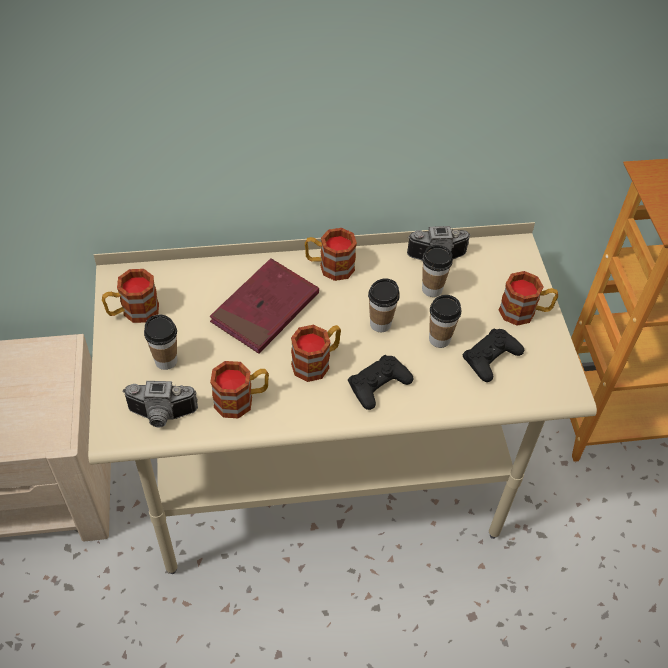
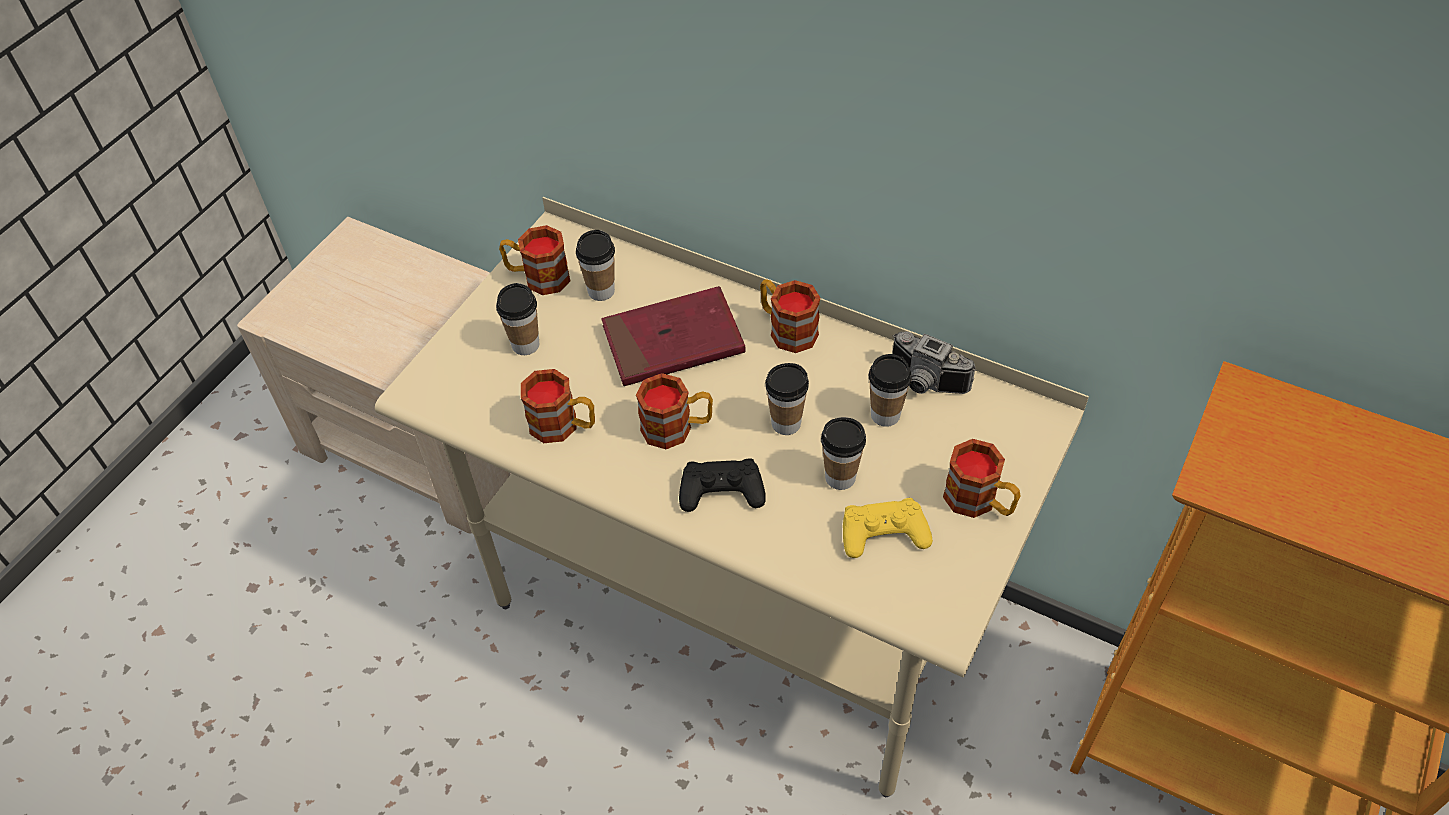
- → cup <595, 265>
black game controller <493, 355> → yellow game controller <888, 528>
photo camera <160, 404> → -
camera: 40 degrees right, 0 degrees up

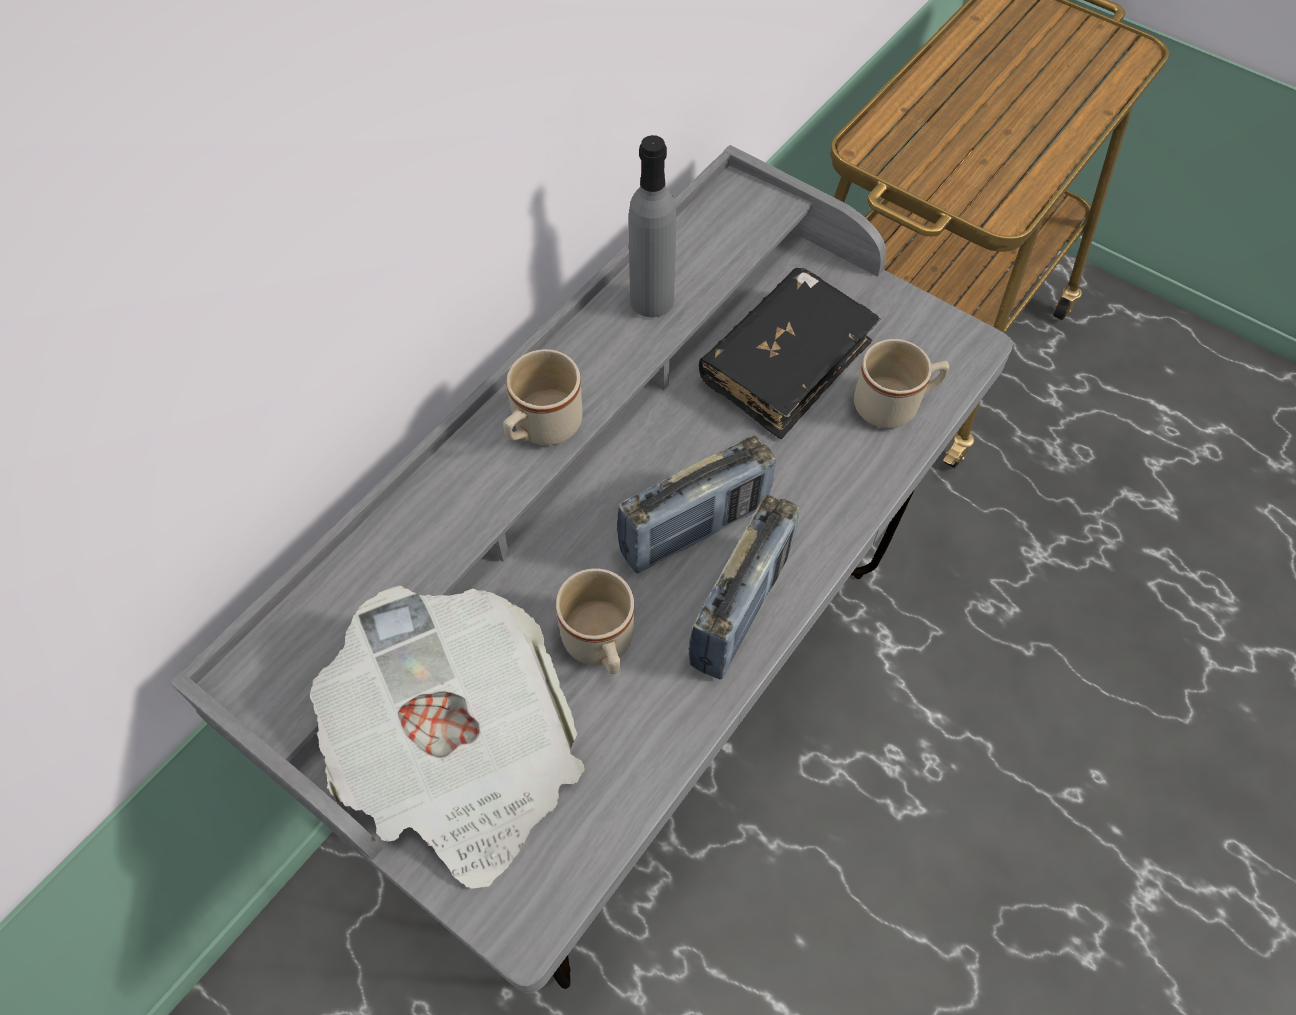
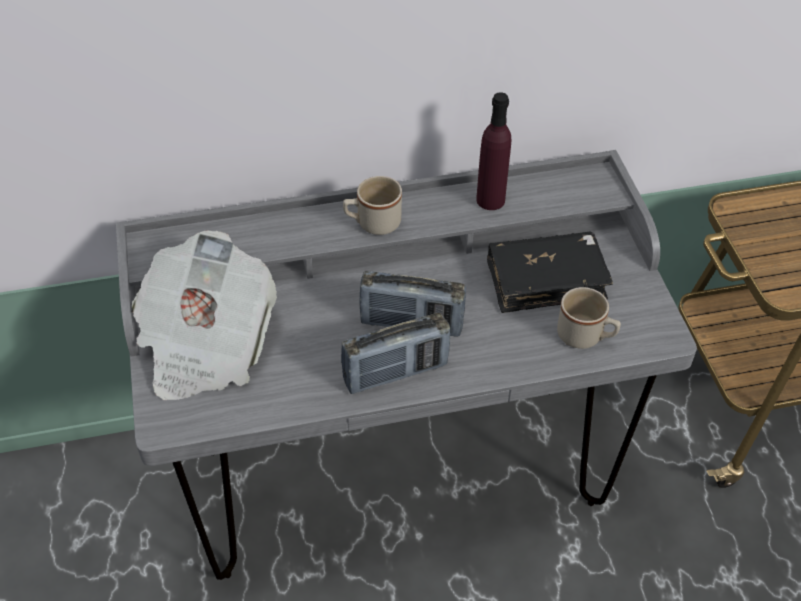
grey bottle <652, 226> → purple bottle <494, 151>
beige mug <594, 621> → -
camera: 40 degrees right, 10 degrees down

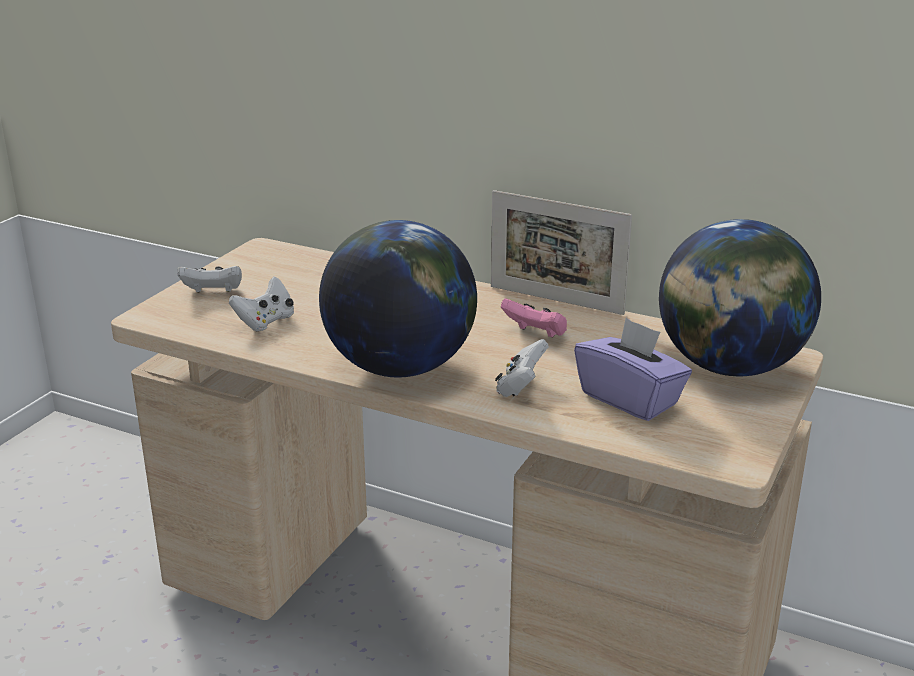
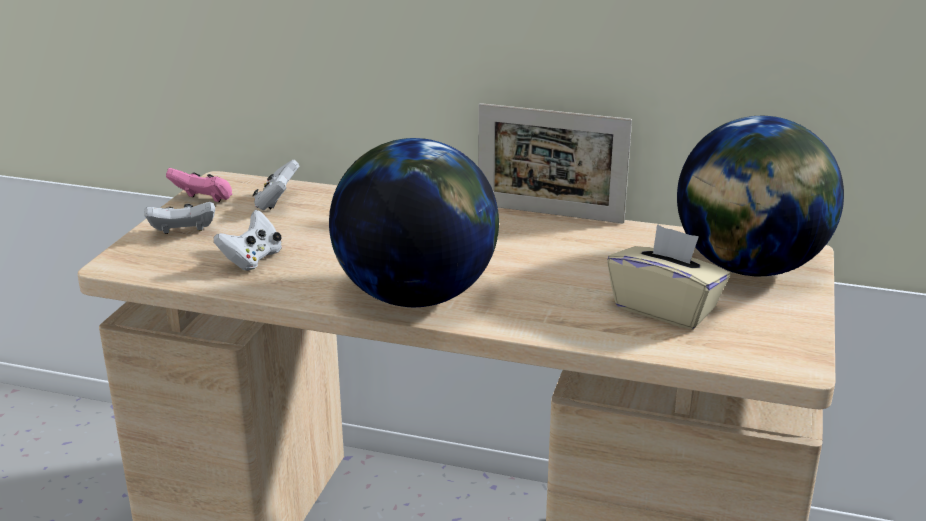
pink game controller <534, 318> → pink game controller <199, 185>, relocated
white game controller <522, 368> → white game controller <276, 185>, relocated
purple tissue box <633, 369> → beige tissue box <668, 277>
camera: 10 degrees left, 0 degrees up

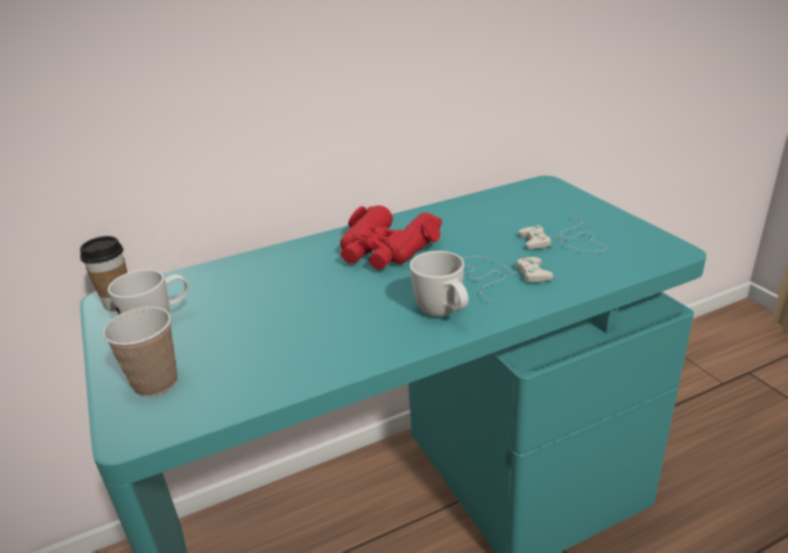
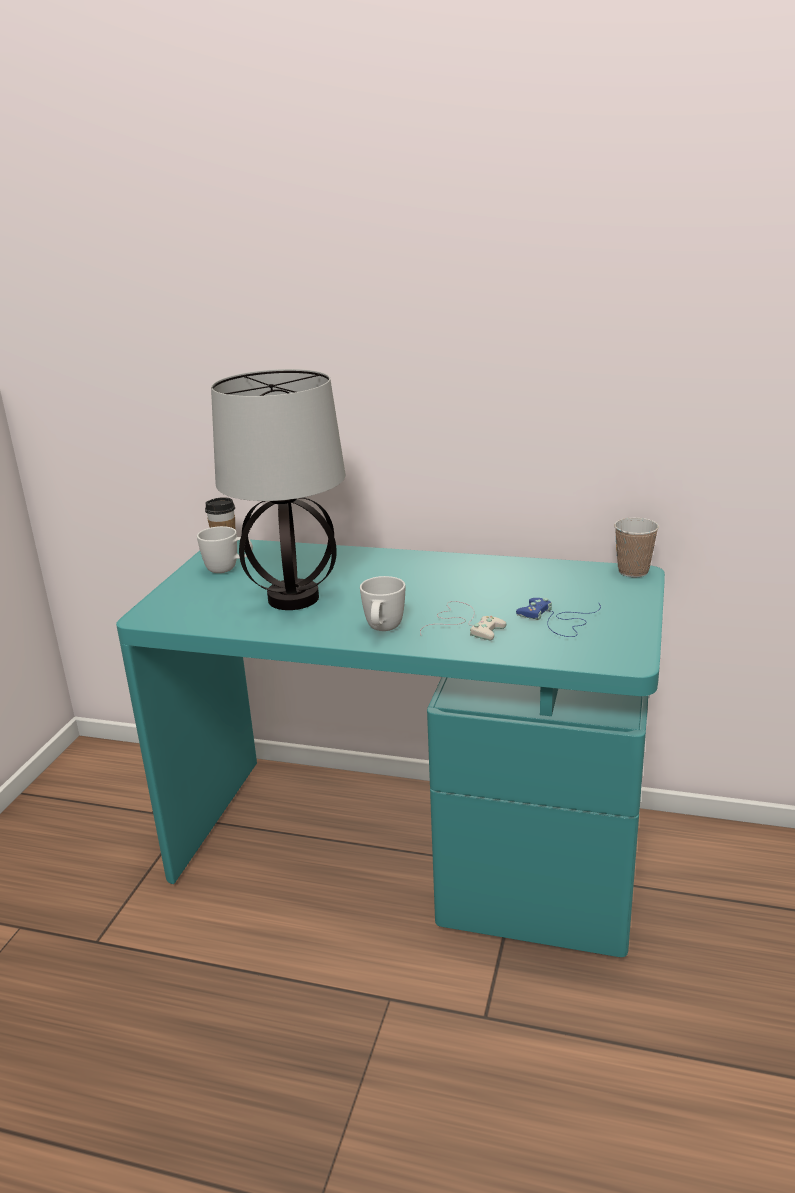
- → table lamp <278, 489>
white game controller <563, 233> → blue game controller <558, 617>
cup <139, 352> → cup <636, 547>, relocated
red binoculars <391, 237> → -
camera: 40 degrees right, 5 degrees down

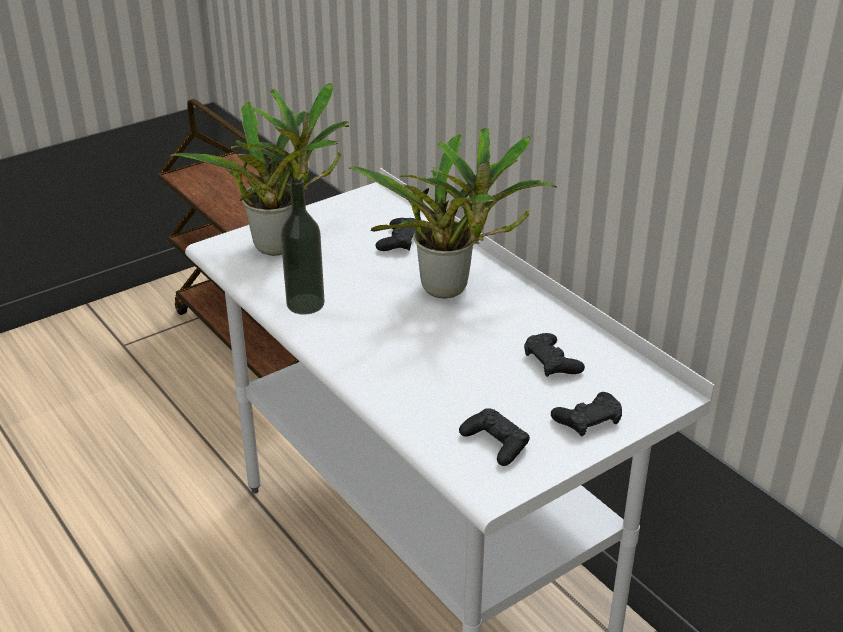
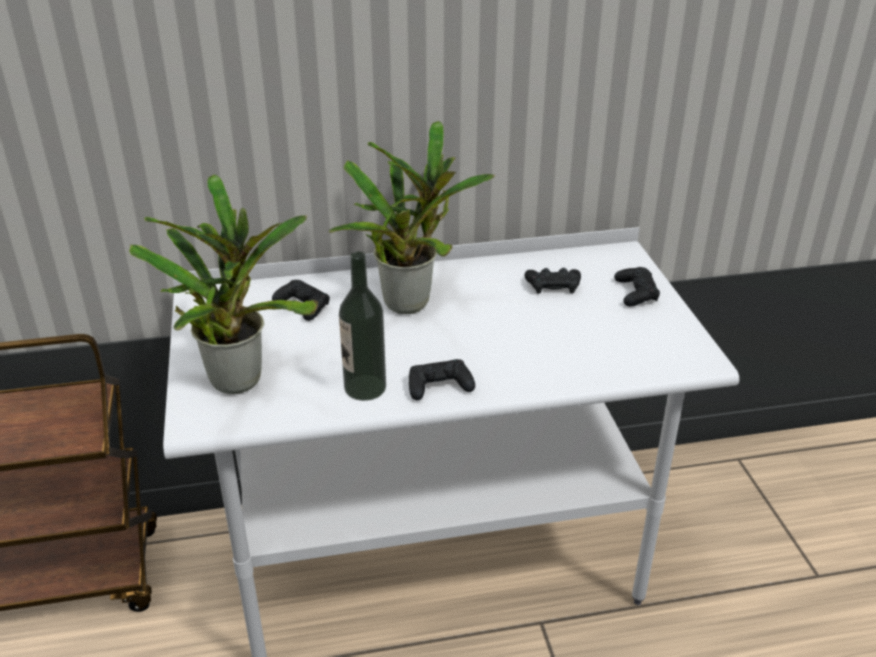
black game controller <494, 437> → black game controller <442, 379>, relocated
camera: 65 degrees left, 0 degrees up

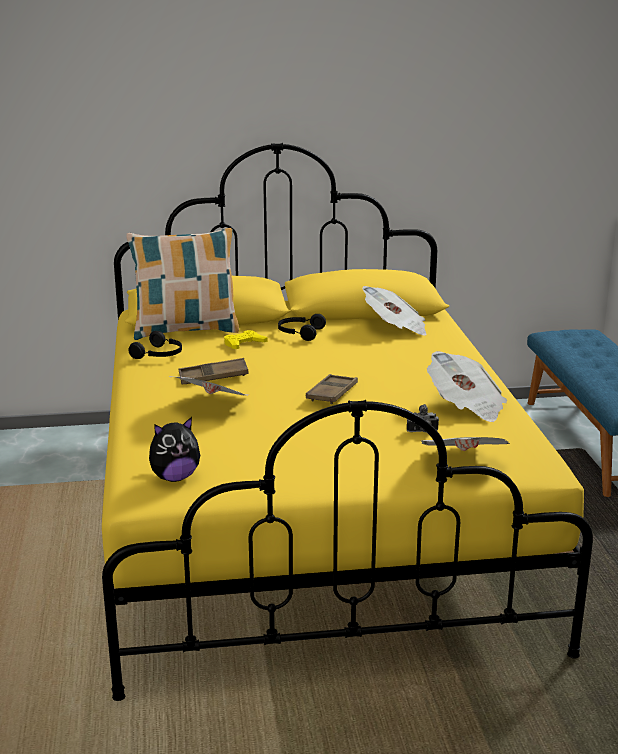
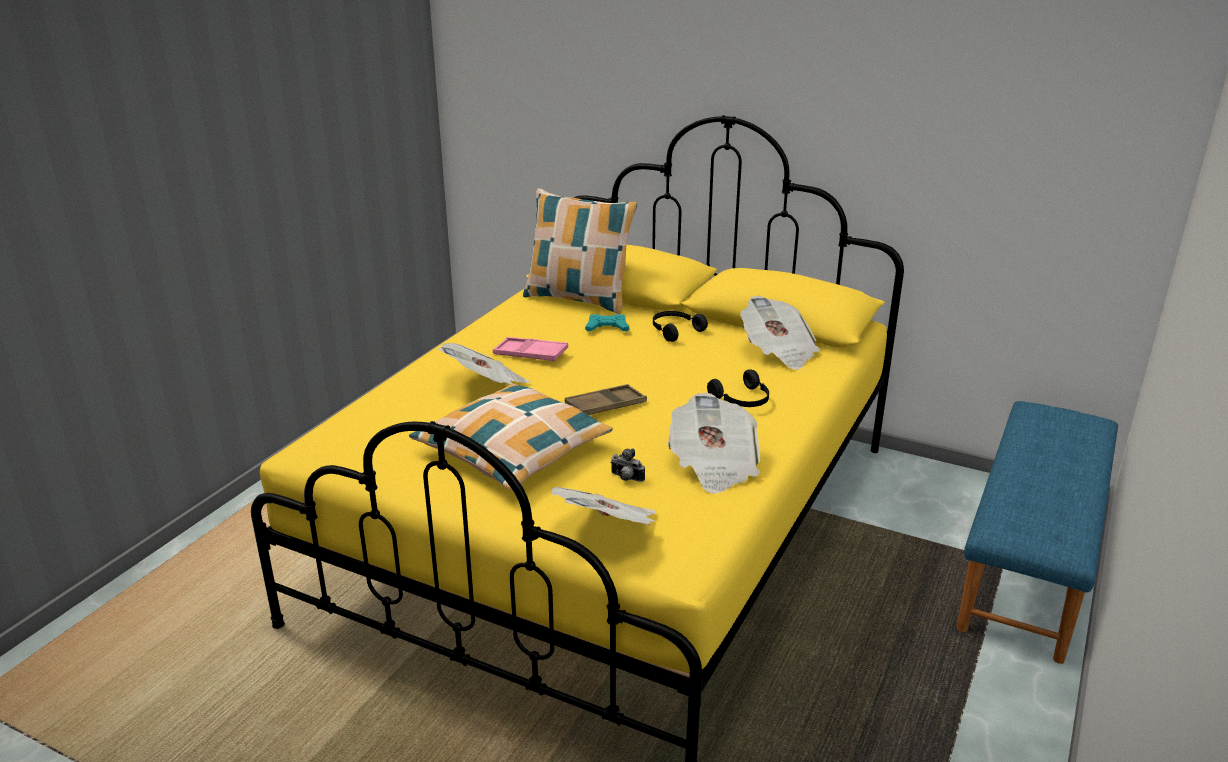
- → pillow <511, 436>
brown tray <214, 371> → pink tray <530, 349>
yellow game controller <246, 339> → turquoise game controller <607, 322>
black headphones <155, 345> → black headphones <738, 388>, relocated
plush toy <174, 449> → -
camera: 35 degrees right, 5 degrees up

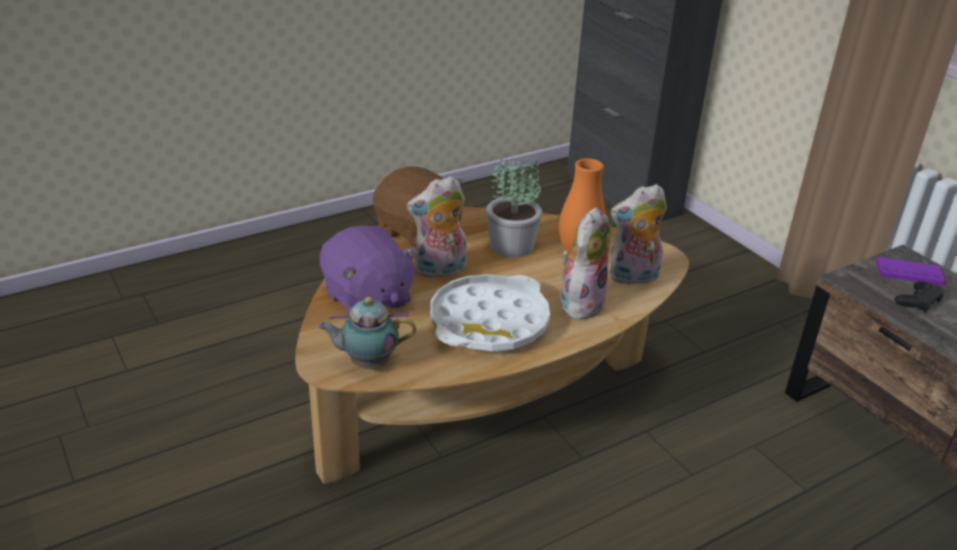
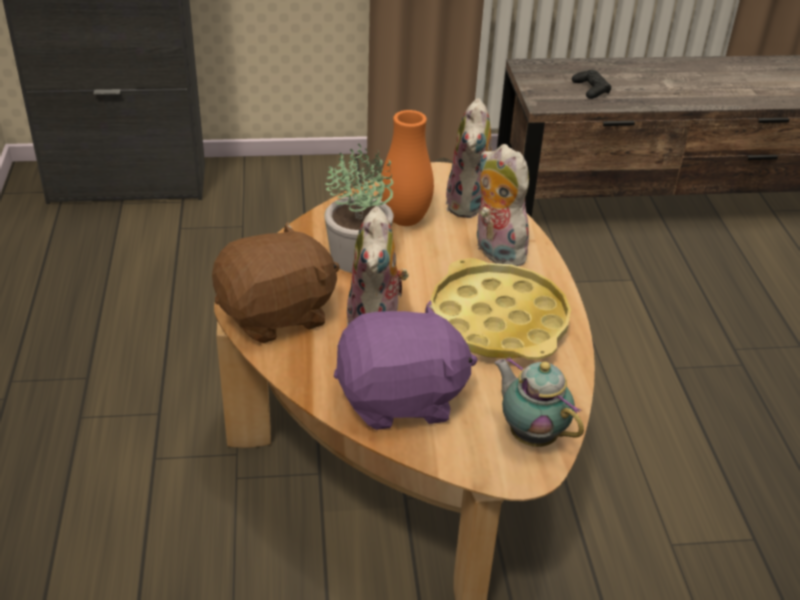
white tray <490, 313> → yellow tray <500, 309>
teapot <367, 333> → teapot <539, 402>, 120 degrees clockwise
purple game controller <911, 271> → -
camera: 65 degrees left, 5 degrees up

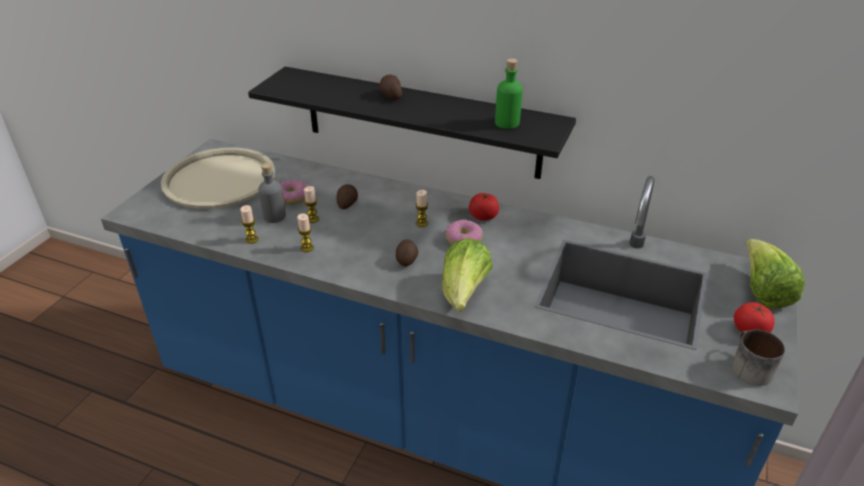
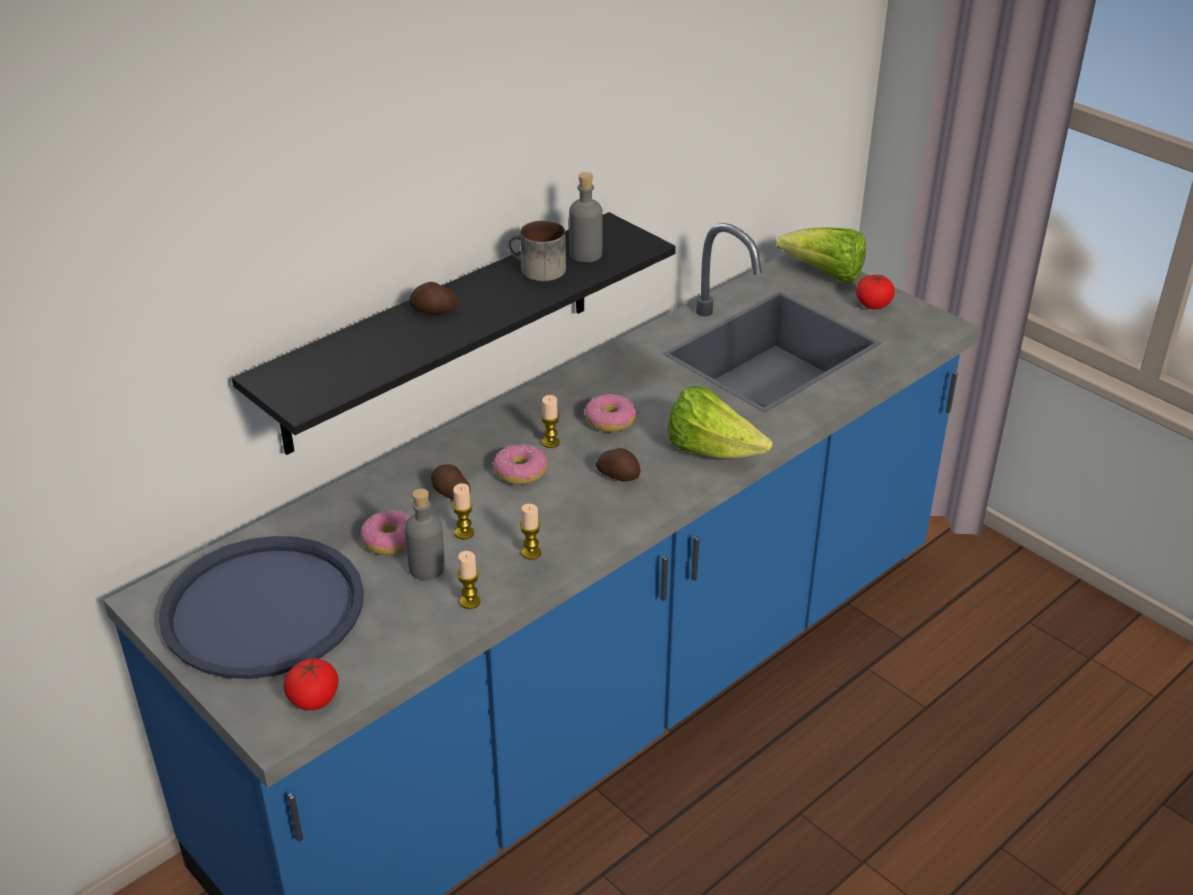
beige tray <218, 178> → blue tray <261, 607>
tomato <484, 207> → tomato <311, 683>, relocated
- → donut <520, 464>
mug <758, 358> → mug <536, 250>, relocated
green bottle <509, 93> → grey bottle <586, 217>
camera: 65 degrees left, 0 degrees up

